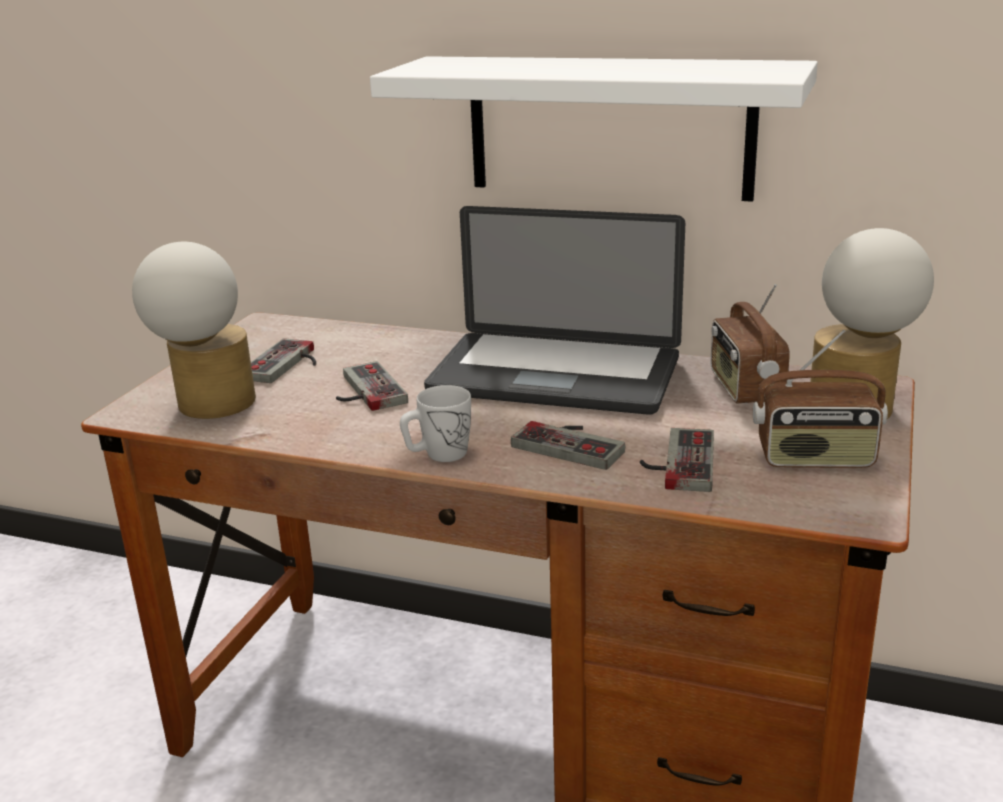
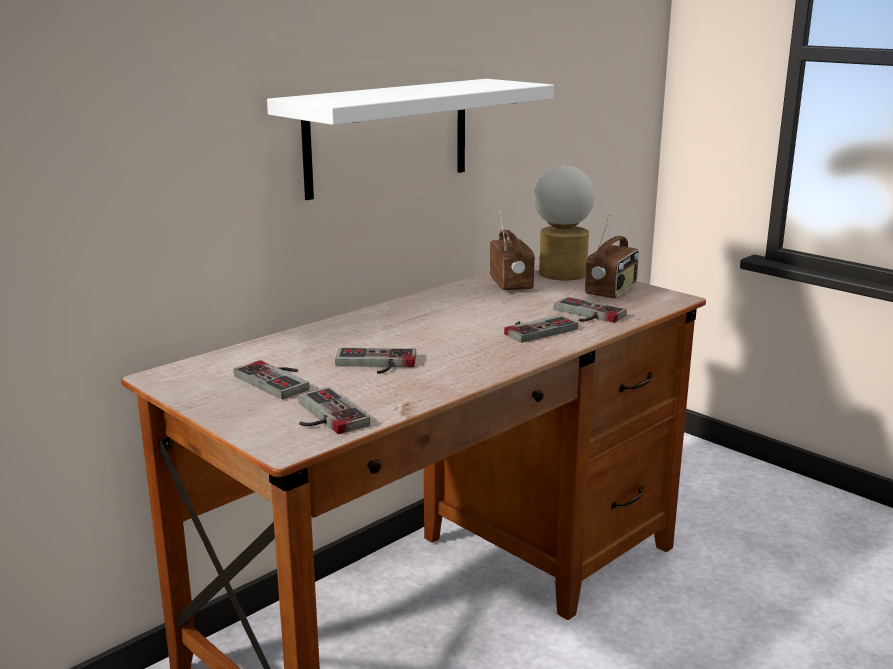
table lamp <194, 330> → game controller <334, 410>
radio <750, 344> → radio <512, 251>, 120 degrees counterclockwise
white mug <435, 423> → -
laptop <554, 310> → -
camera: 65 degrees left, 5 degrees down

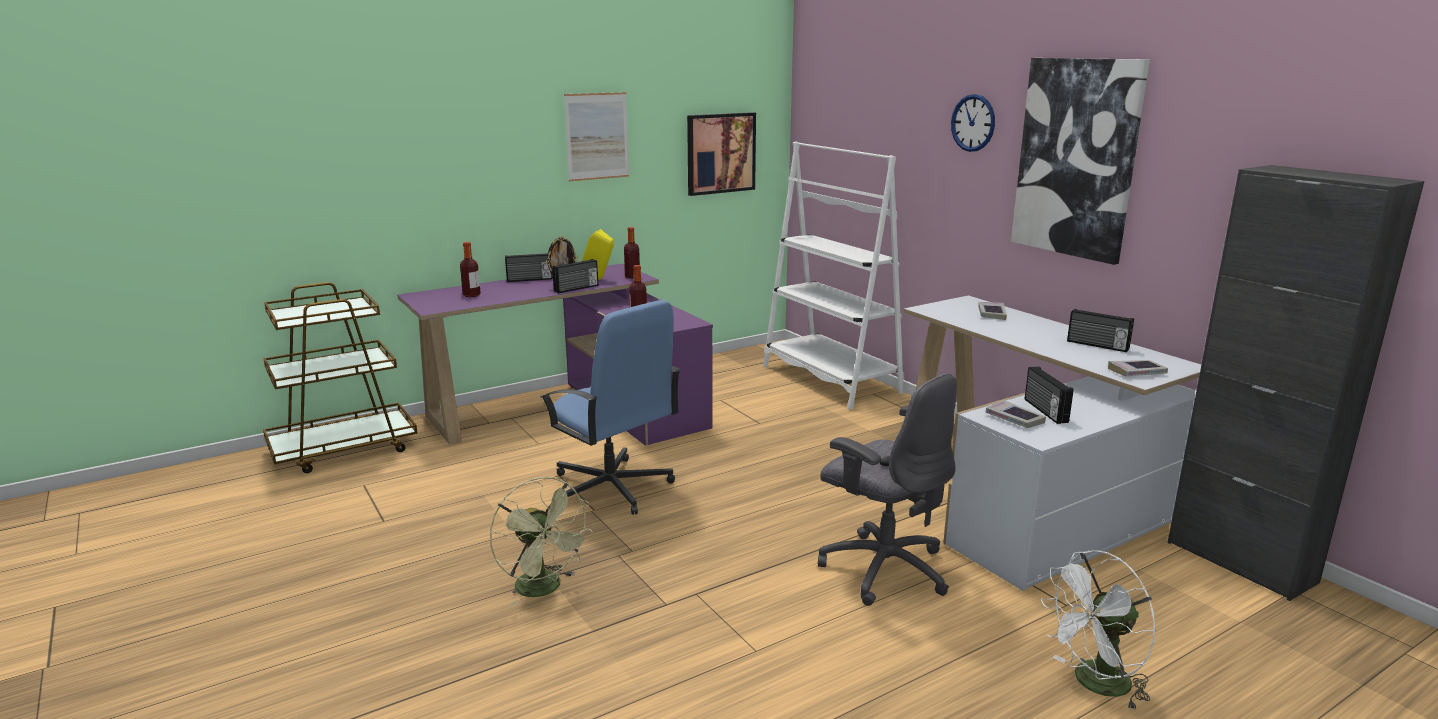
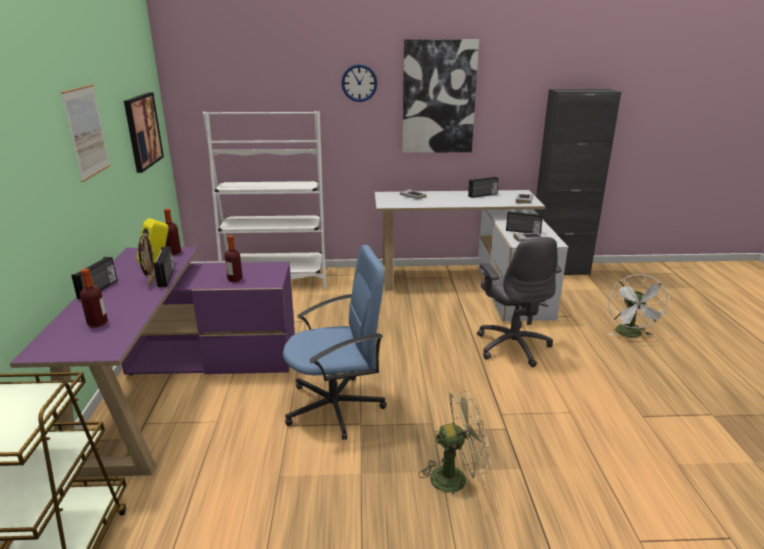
grey office chair <887, 489> → grey office chair <519, 302>, 90 degrees clockwise
camera: 60 degrees left, 5 degrees up

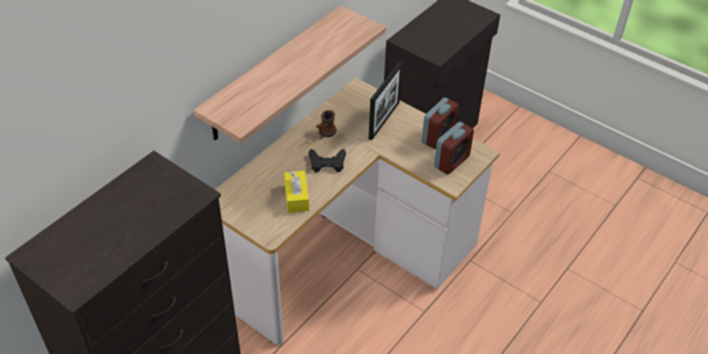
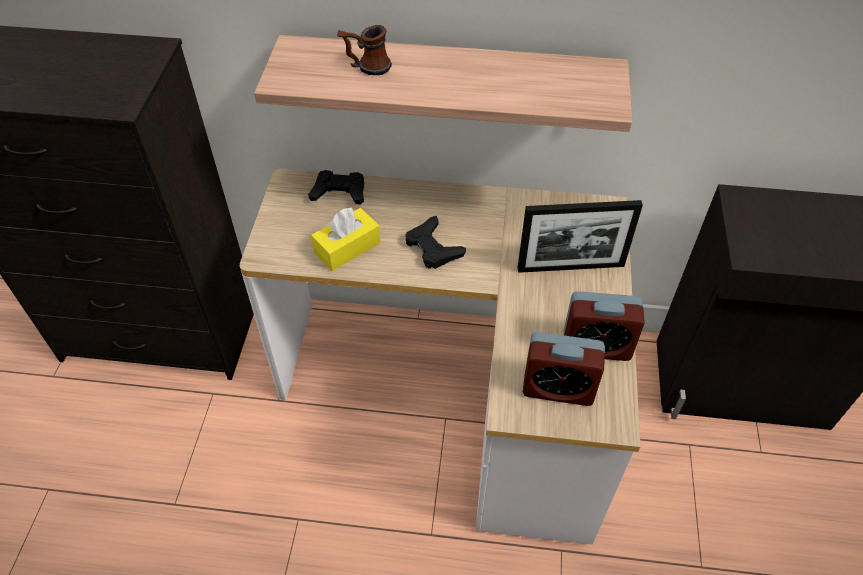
- → black game controller <336, 187>
mug <326, 124> → mug <364, 50>, relocated
camera: 60 degrees right, 5 degrees up

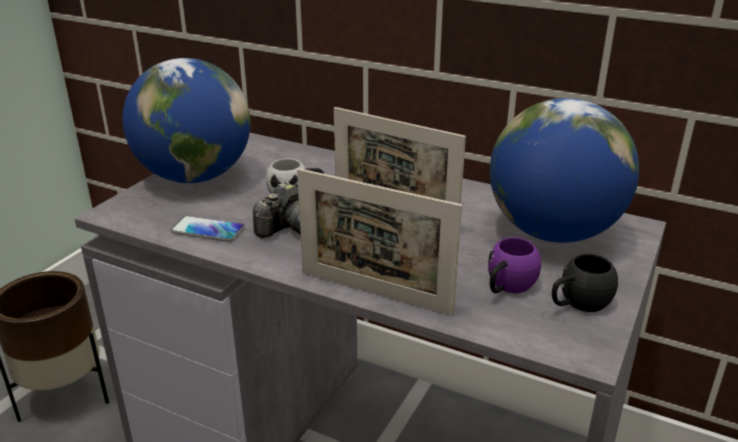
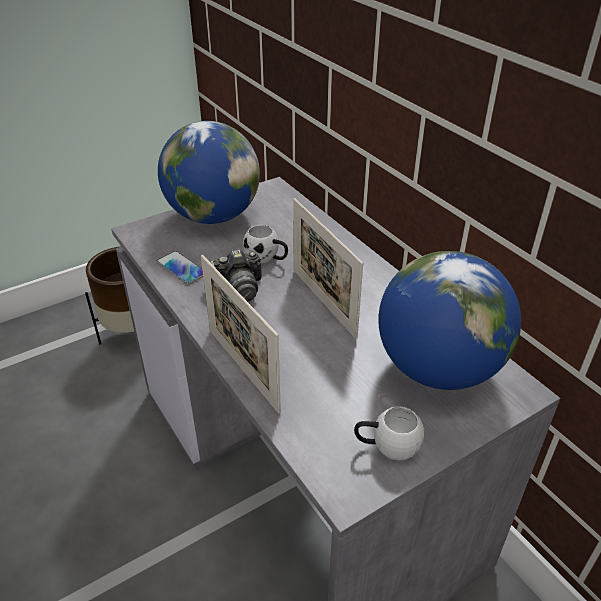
black mug <585, 283> → white mug <389, 433>
purple mug <514, 265> → -
camera: 30 degrees right, 10 degrees up

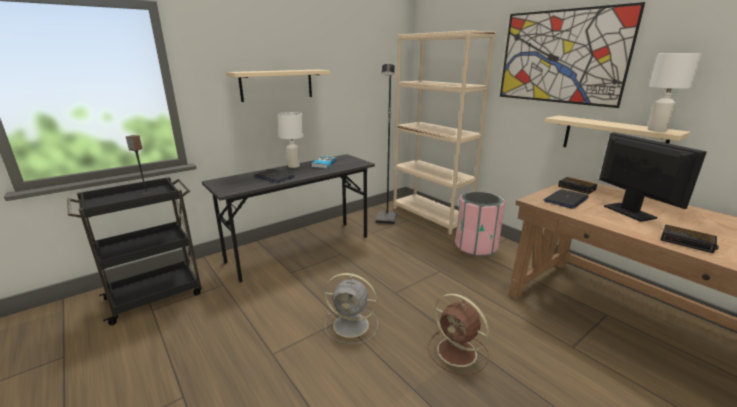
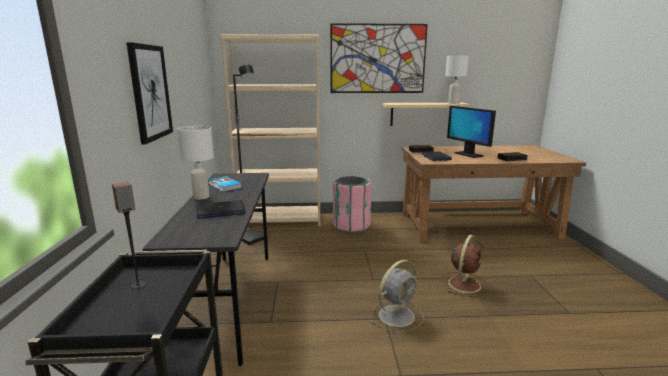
beige shelf <278, 86> → picture <149, 93>
brown fan <458, 334> → brown fan <465, 266>, 45 degrees counterclockwise
monitor <653, 177> → monitor <471, 132>, 135 degrees counterclockwise
camera: 55 degrees left, 5 degrees down

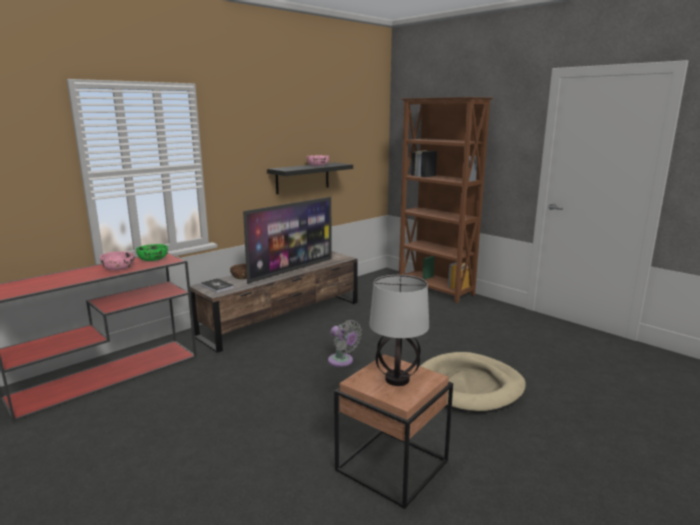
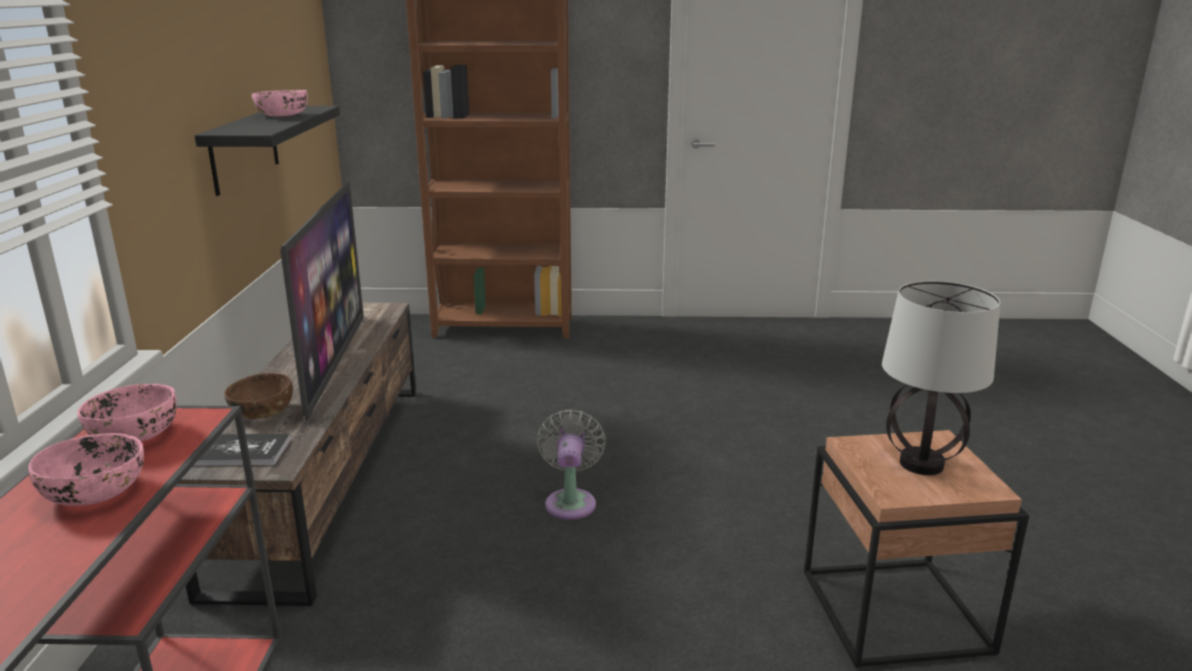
green bowl <152, 252> → pink bowl <127, 413>
grey fan <345, 343> → grey fan <571, 464>, 90 degrees counterclockwise
beige dog bed <473, 382> → -
camera: 45 degrees left, 5 degrees up

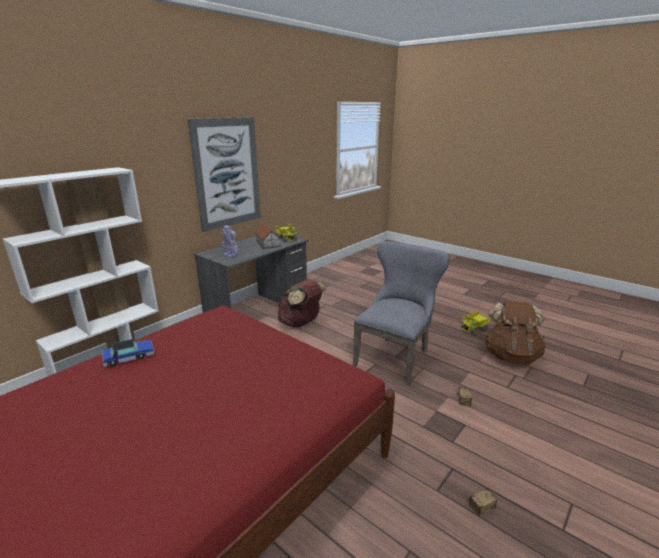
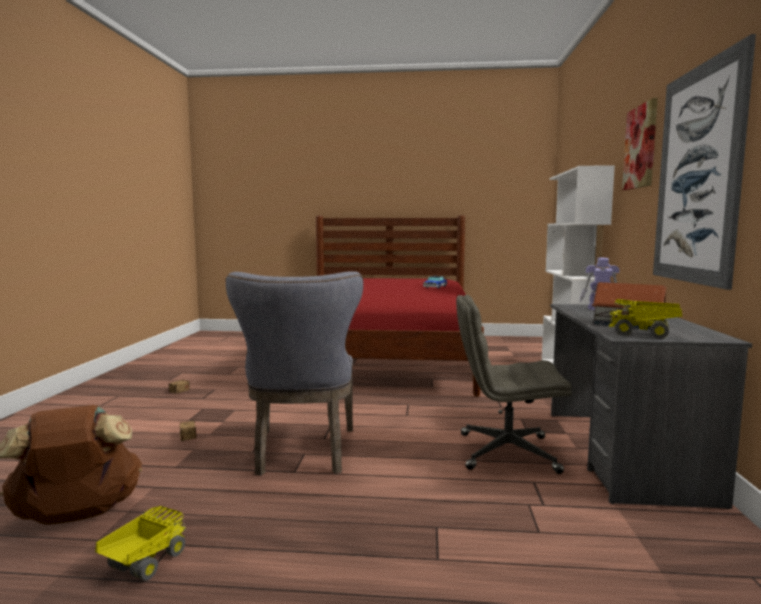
brown backpack <302, 303> → grey office chair <514, 384>
- → picture <640, 144>
camera: 145 degrees right, 15 degrees down

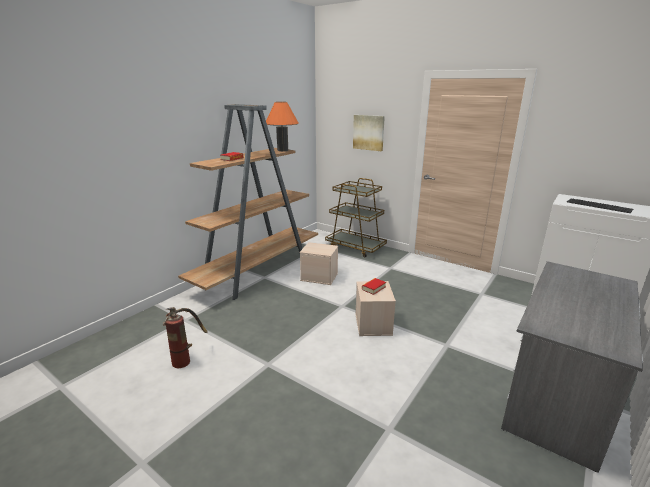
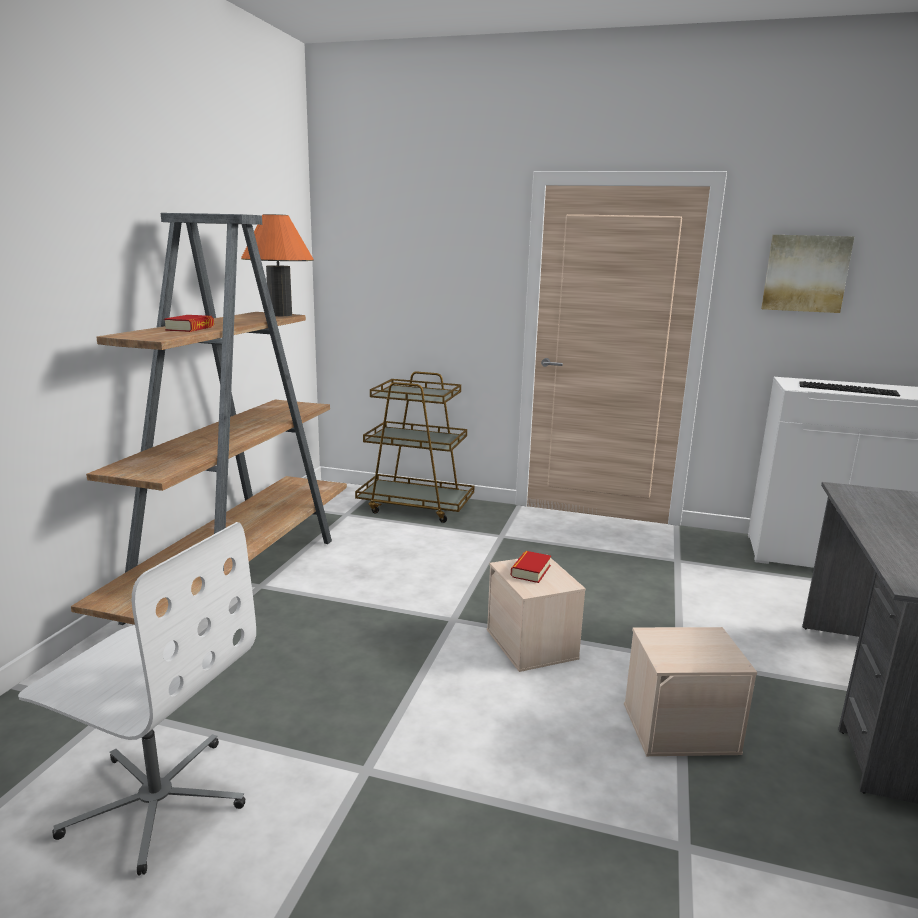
fire extinguisher <185, 337> → white office chair <137, 699>
beige storage box <319, 263> → beige storage box <690, 691>, relocated
picture <369, 133> → picture <807, 274>, relocated
camera: 20 degrees left, 5 degrees down

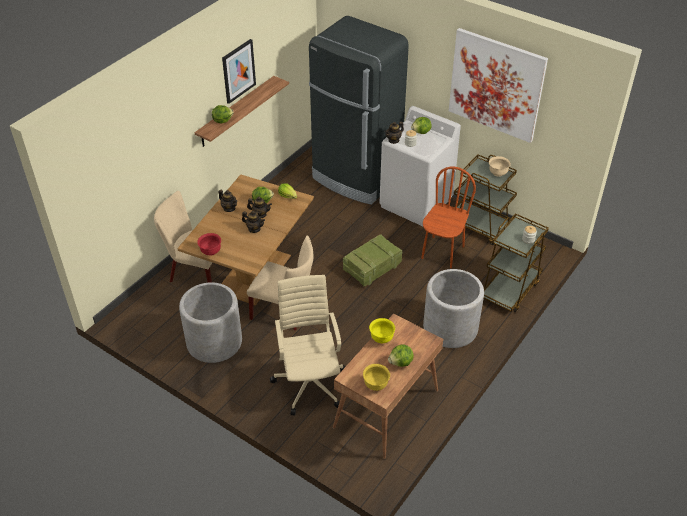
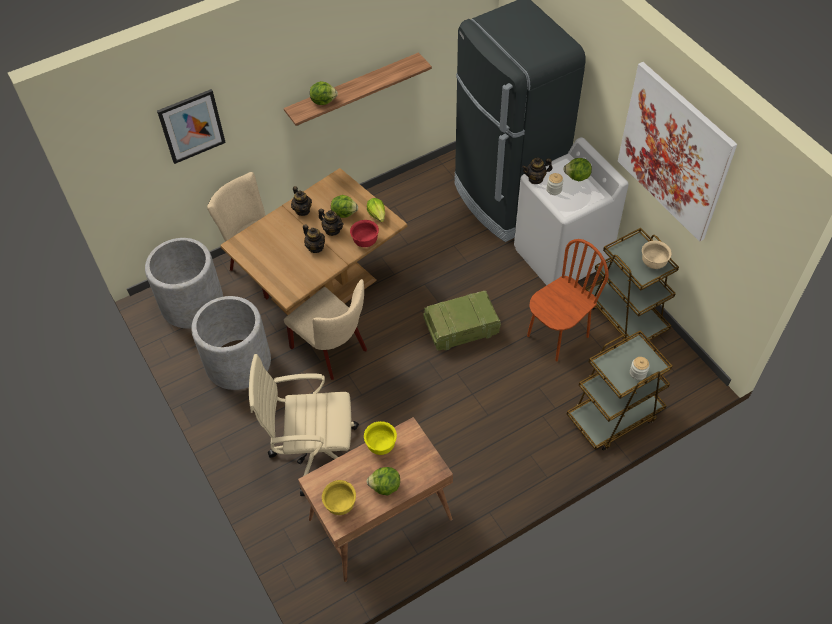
grey planter <453, 308> → grey planter <184, 283>, relocated
picture <239, 71> → picture <191, 126>, relocated
beige office chair <308, 345> → beige office chair <304, 425>, 105 degrees counterclockwise
red bowl <209, 244> → red bowl <364, 233>, relocated
camera: 25 degrees right, 10 degrees up

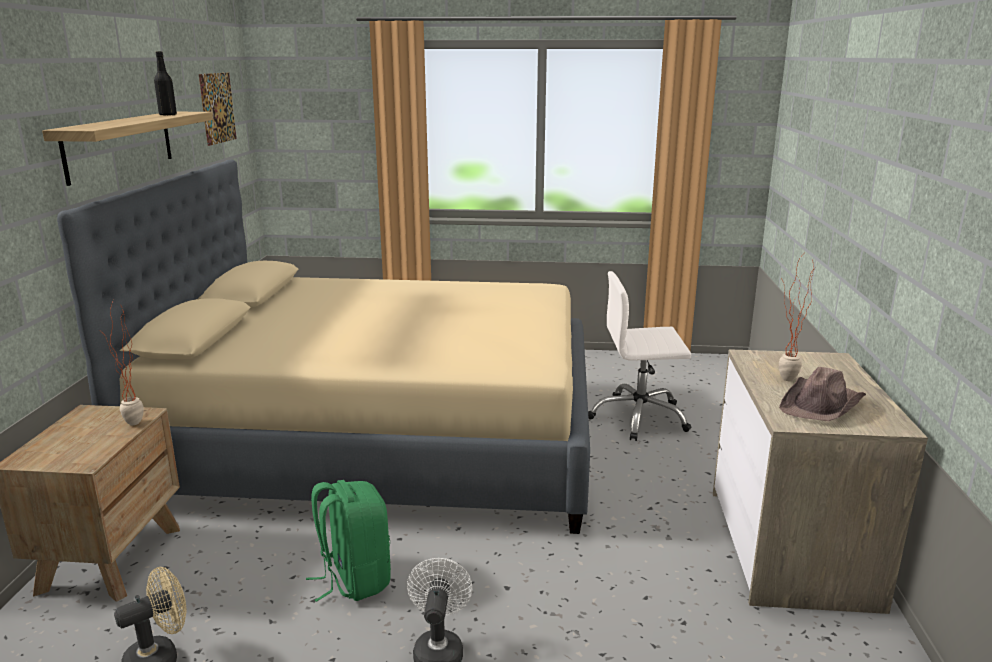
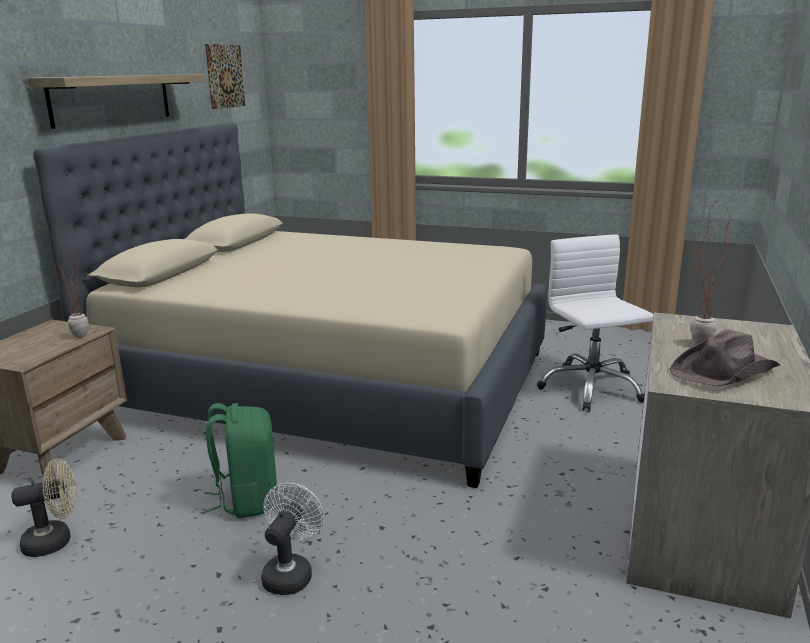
white office chair <639, 356> → white office chair <595, 323>, 60 degrees clockwise
black bottle <165, 83> → -
camera: 15 degrees right, 0 degrees up

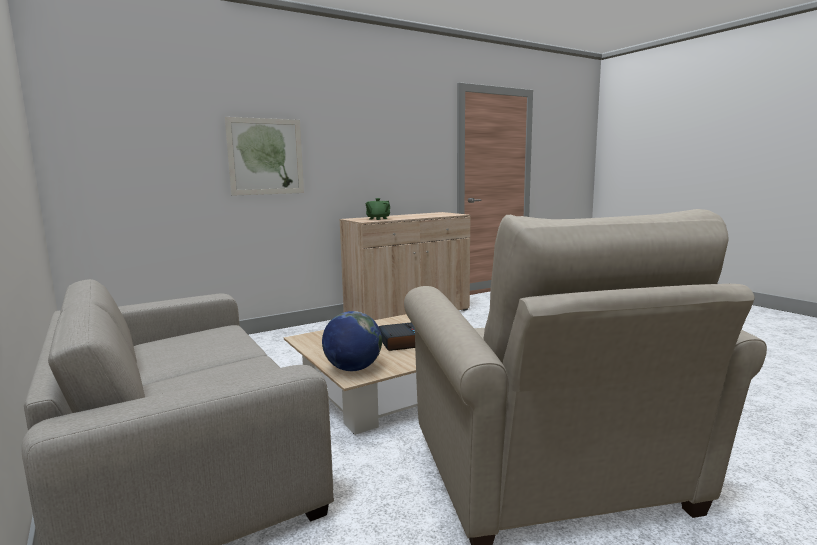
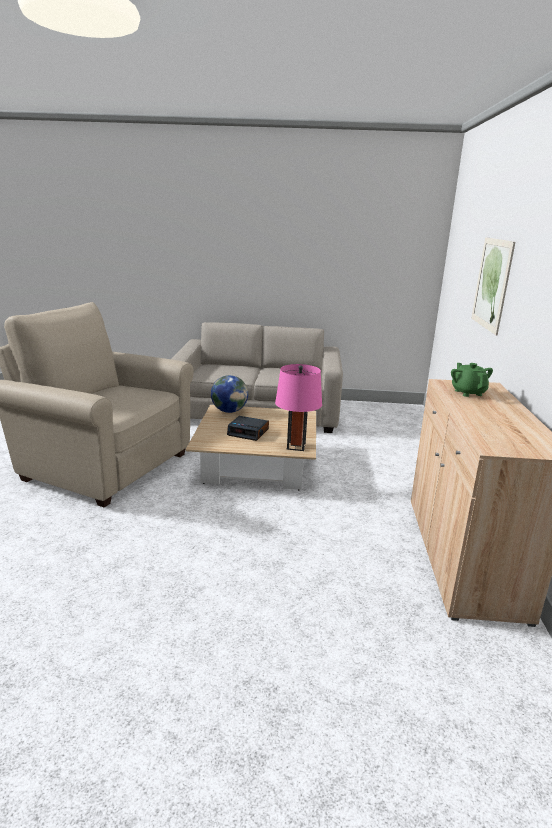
- → pink table lamp <298, 407>
camera: 125 degrees right, 10 degrees up

